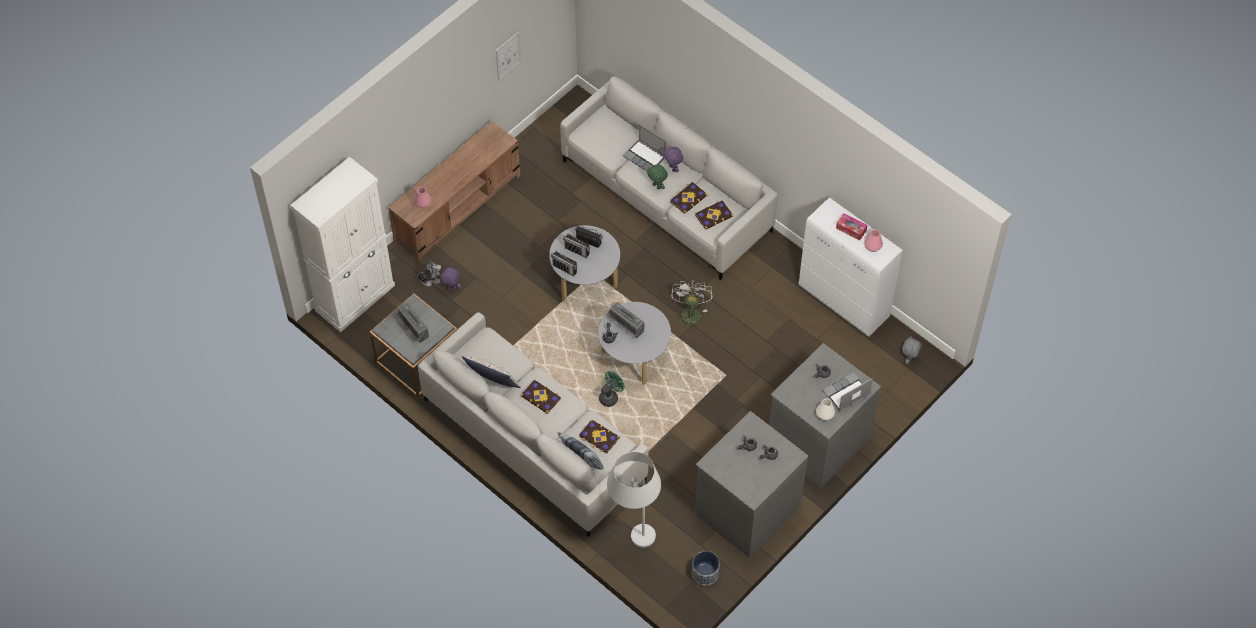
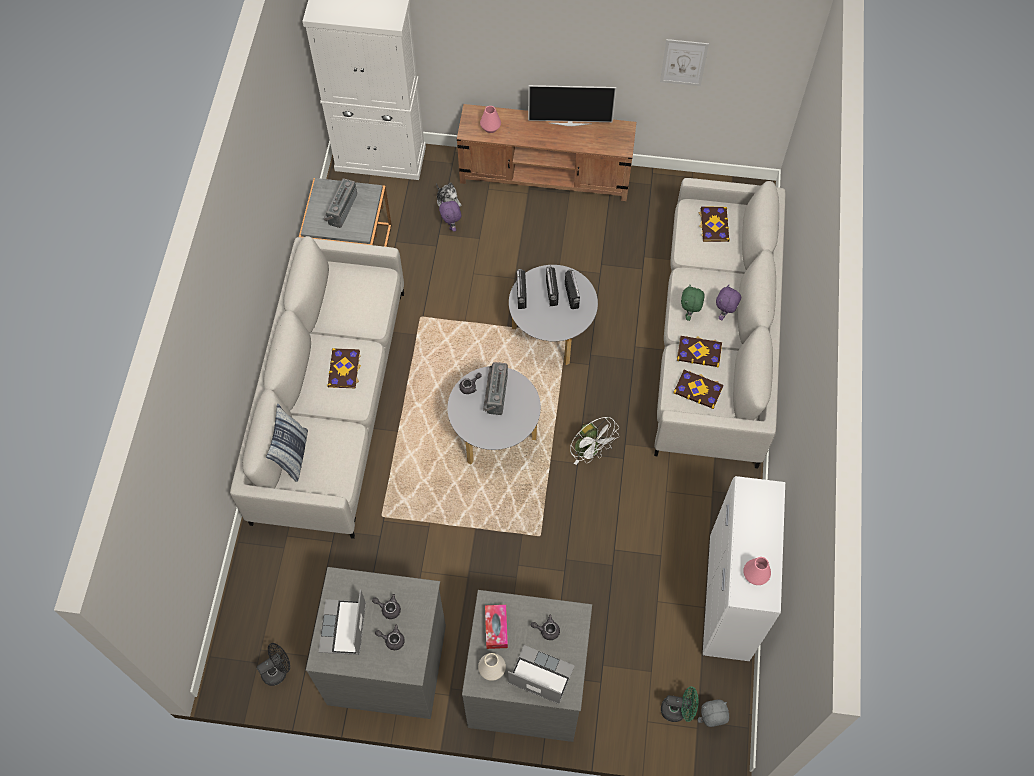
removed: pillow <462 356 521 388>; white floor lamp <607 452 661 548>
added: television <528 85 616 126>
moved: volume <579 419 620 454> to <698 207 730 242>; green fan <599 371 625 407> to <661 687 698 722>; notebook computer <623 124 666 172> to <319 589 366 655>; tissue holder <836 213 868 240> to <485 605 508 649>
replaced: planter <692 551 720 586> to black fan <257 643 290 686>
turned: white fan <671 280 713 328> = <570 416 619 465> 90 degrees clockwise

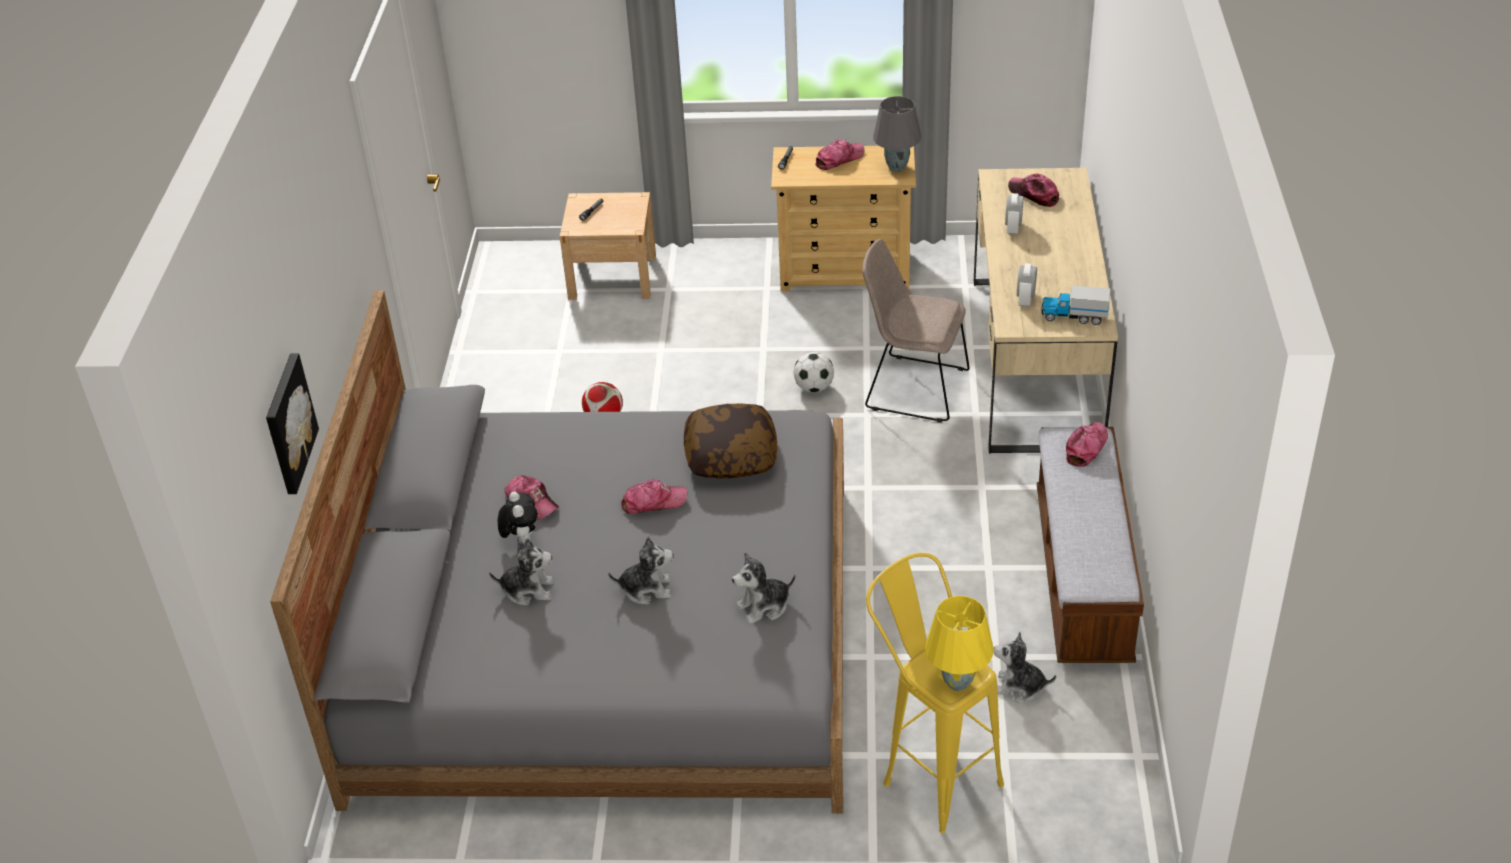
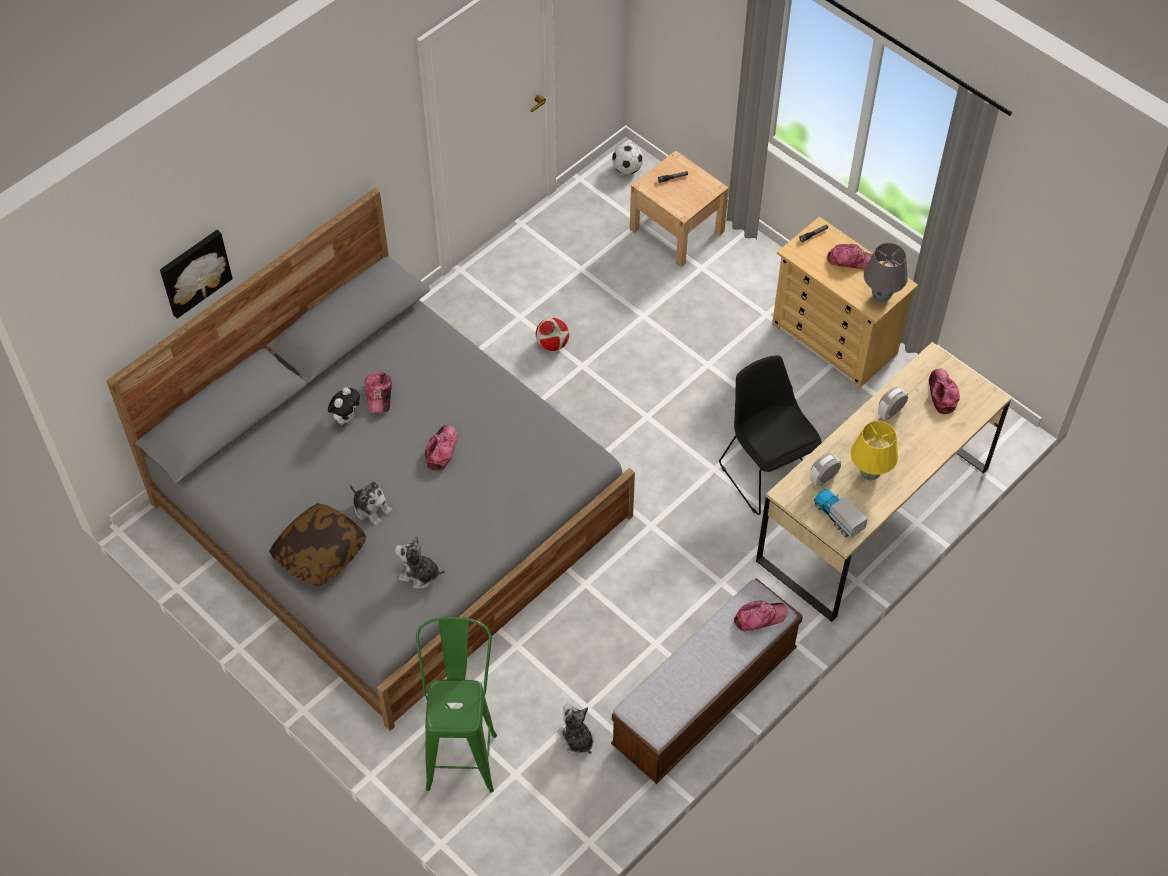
removed: plush toy <489 538 553 606>
moved: pillow <684 404 777 478> to <269 503 367 586>; football <793 352 834 392> to <612 143 643 175>; yellowish lamp for a table <925 596 994 691> to <851 421 898 481>
recoloured: beige chair <862 239 970 423> to black chair <719 355 822 515>; yellowish stool <866 553 1004 833> to green stool <416 617 497 793>
turned: baseball cap <621 479 688 514> = <425 425 457 470> 105 degrees counterclockwise

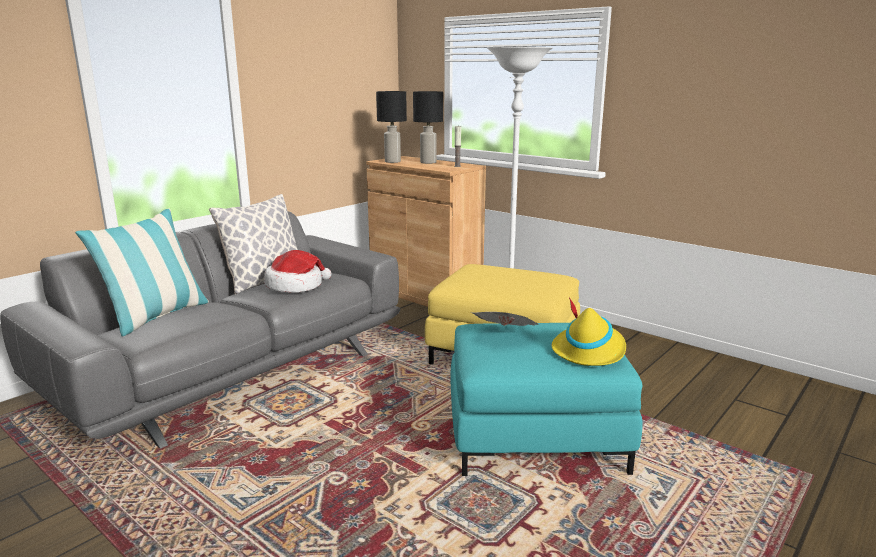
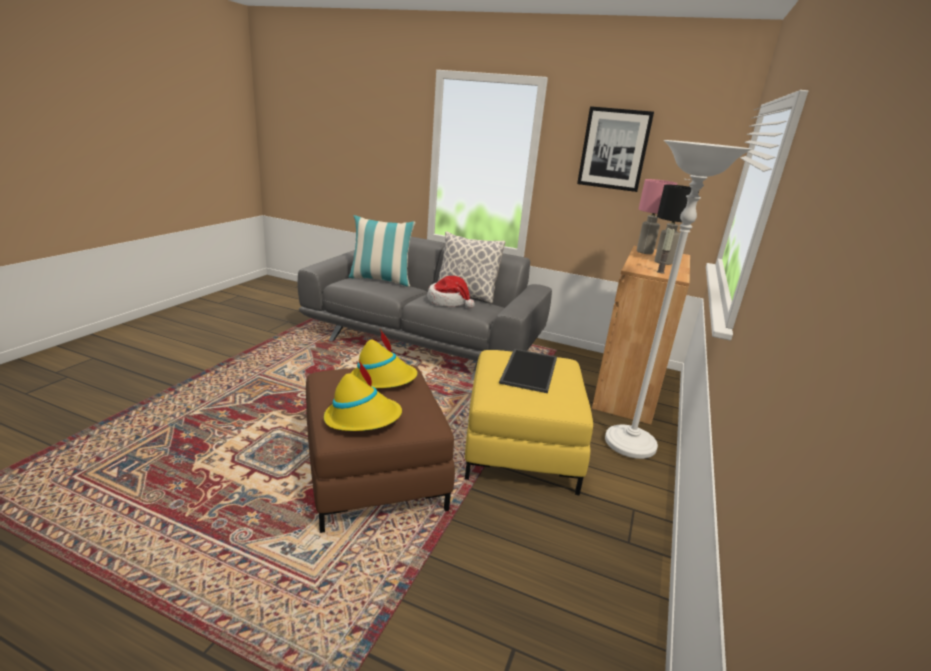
added: carrying tray <499 349 557 393>; wall picture <577 106 654 192>
replaced: daily paper <473 312 538 326> to yellowish wearable hat <351 329 418 388>
recoloured: black lamp for a table <376 91 407 163> to pink-coloured lamp for a table <637 179 677 254>; turquoise pouffe <451 323 643 476> to brownish pouffe <306 365 455 533>

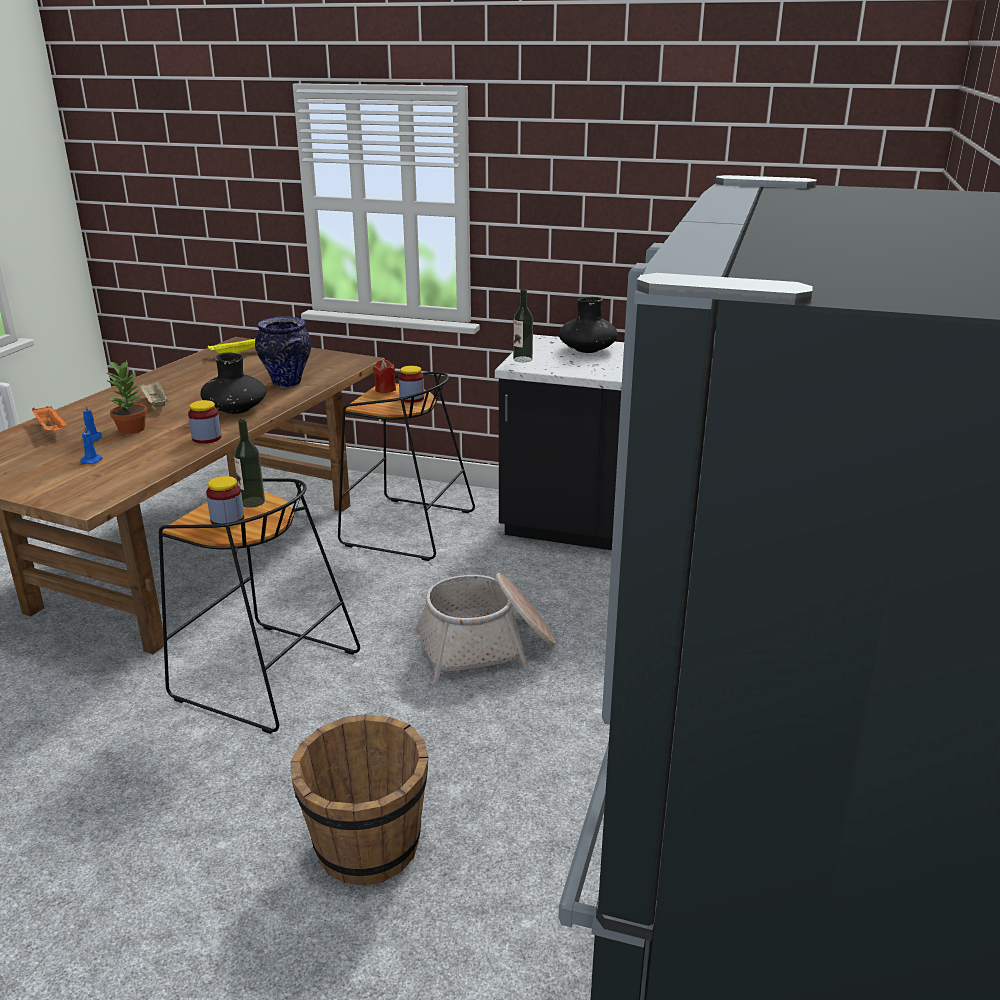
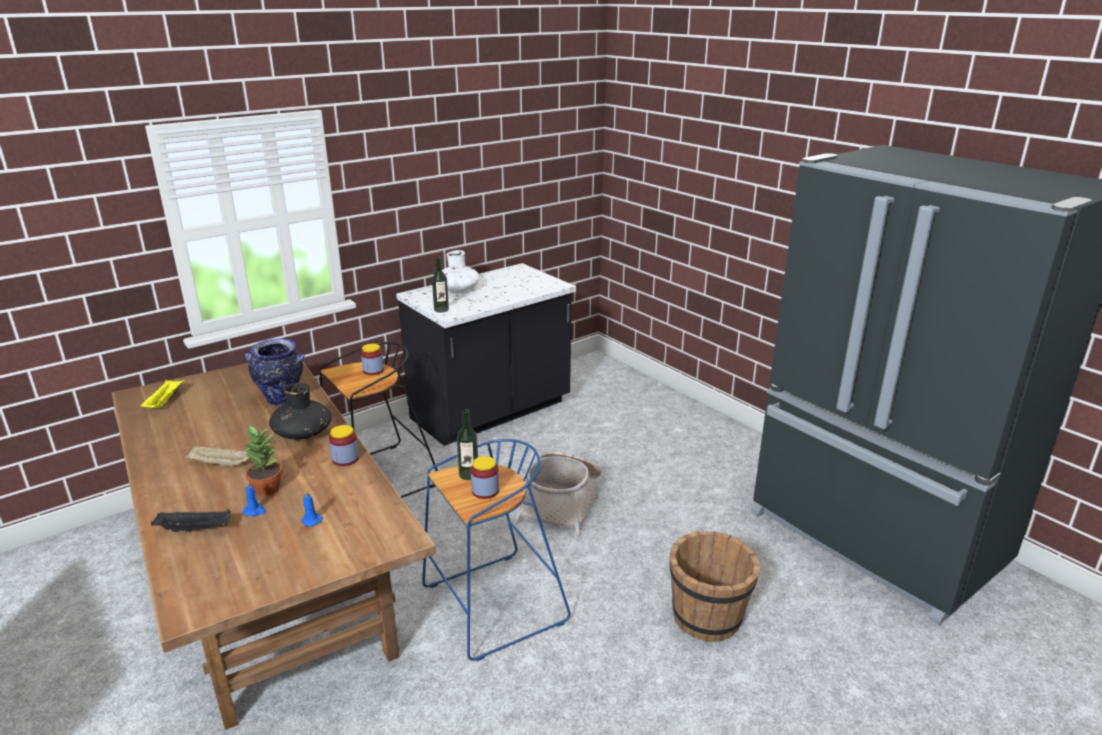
removed: reddish candle <373 360 396 393>
recoloured: orange carrying tray <32 406 68 431> to black carrying tray <151 509 231 534>; black stool <159 478 360 734> to blue stool <422 439 571 661>; black flower vase <559 297 618 353> to white flower vase <442 250 480 293>

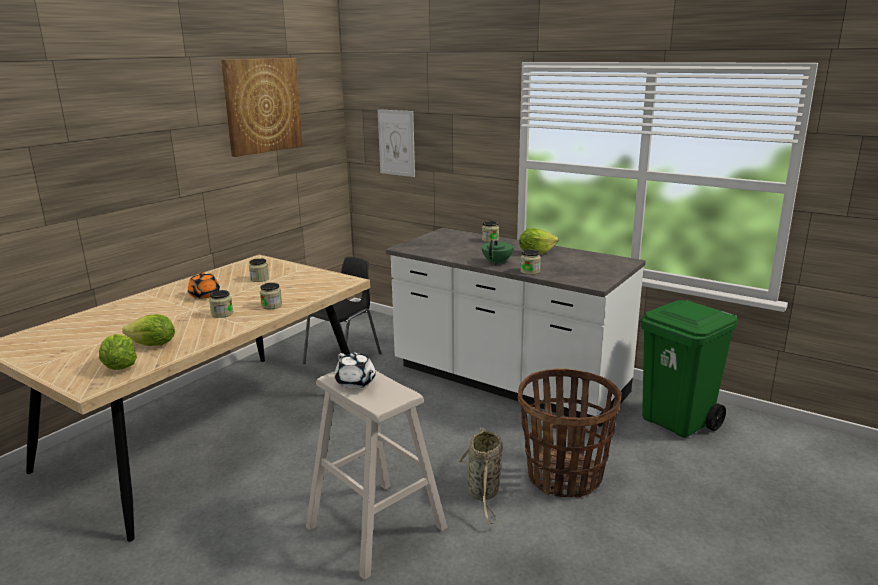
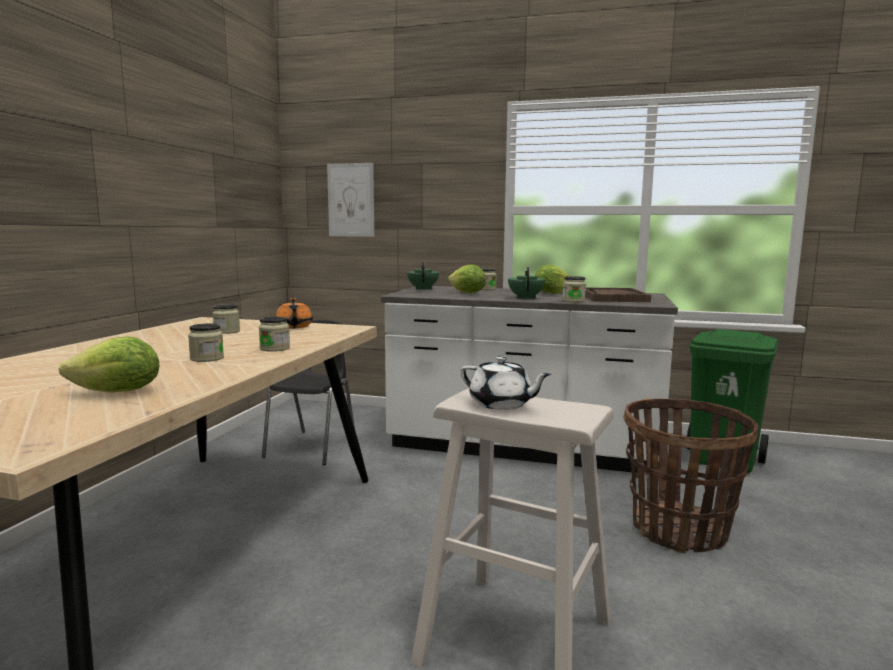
removed: wall picture <221 58 303 157>; household basket <457 427 503 524>
added: green tea pot <407 261 439 290>; brownish carrying tray <586 287 651 302>
moved: head of lettuce <99 334 137 370> to <448 265 486 293>; orange tea pot <188 272 220 299> to <275 298 313 328>

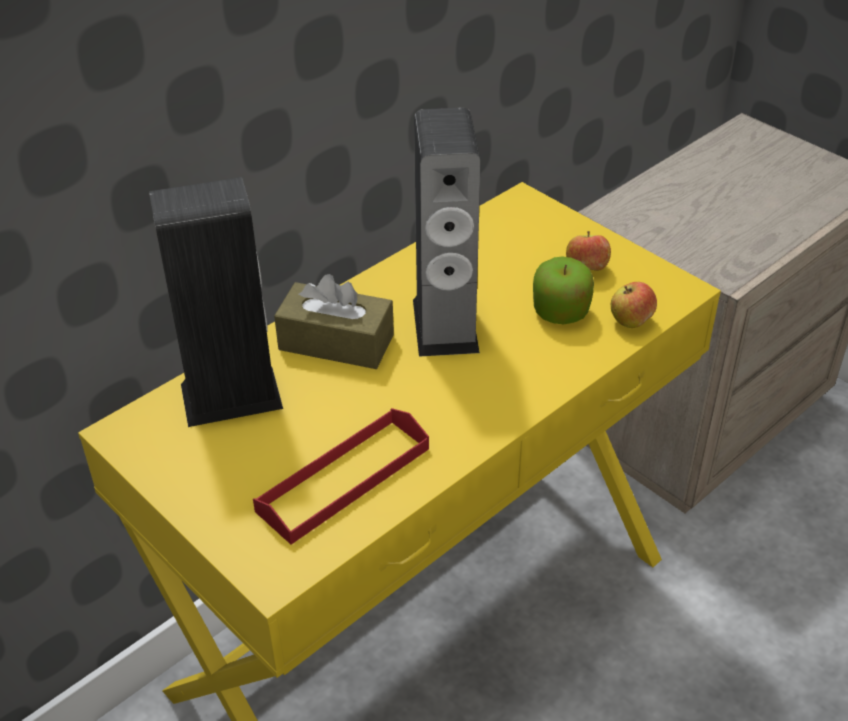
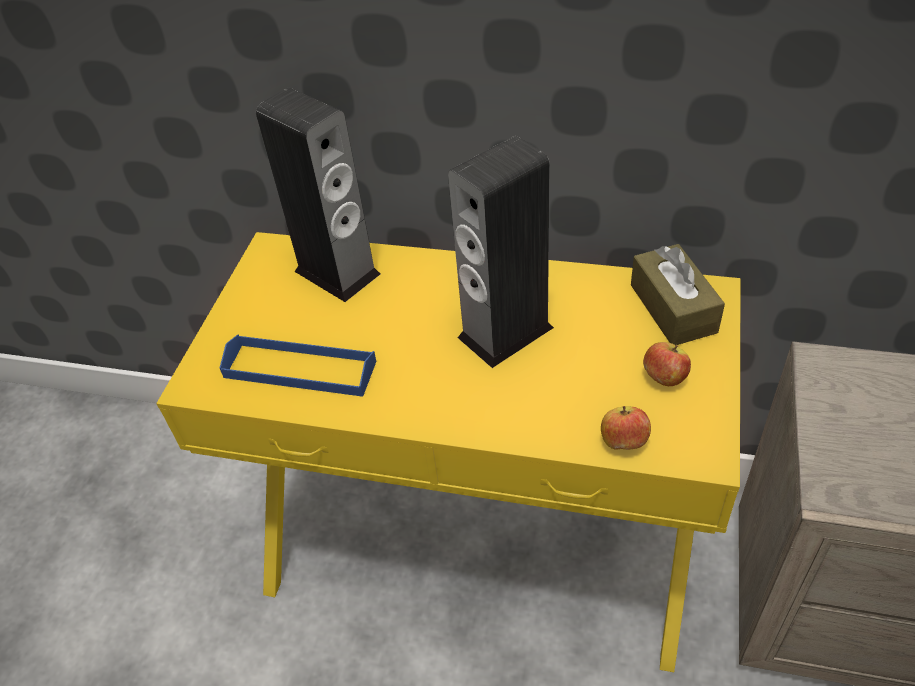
removed: whole apple <533 256 594 325>
moved: brownish tissue holder <274 274 394 369> to <631 244 725 345>
recoloured: reddish carrying tray <253 408 429 544> to blue carrying tray <219 334 376 397>

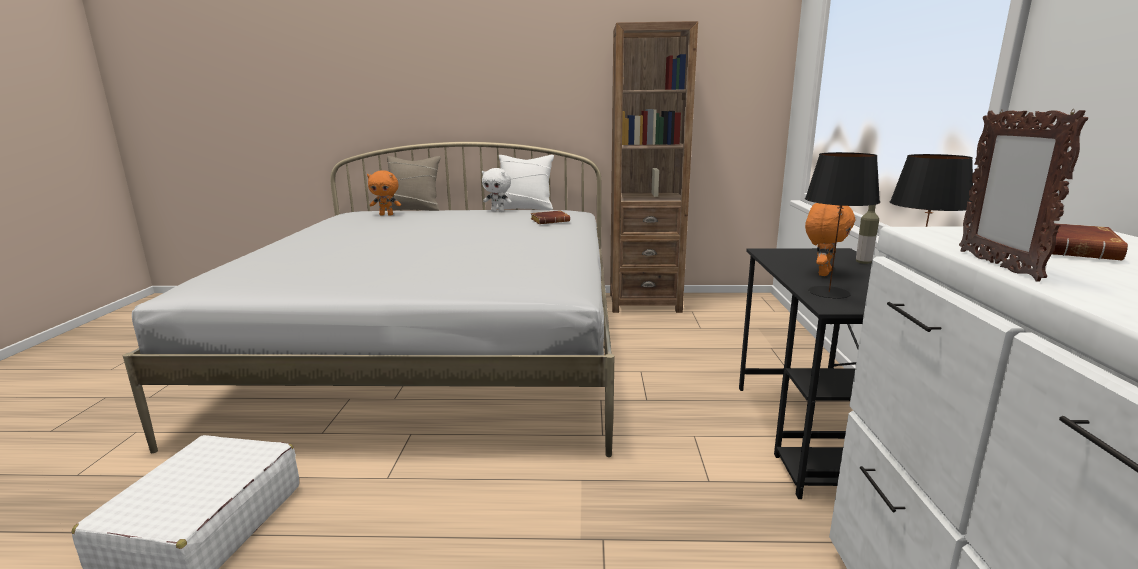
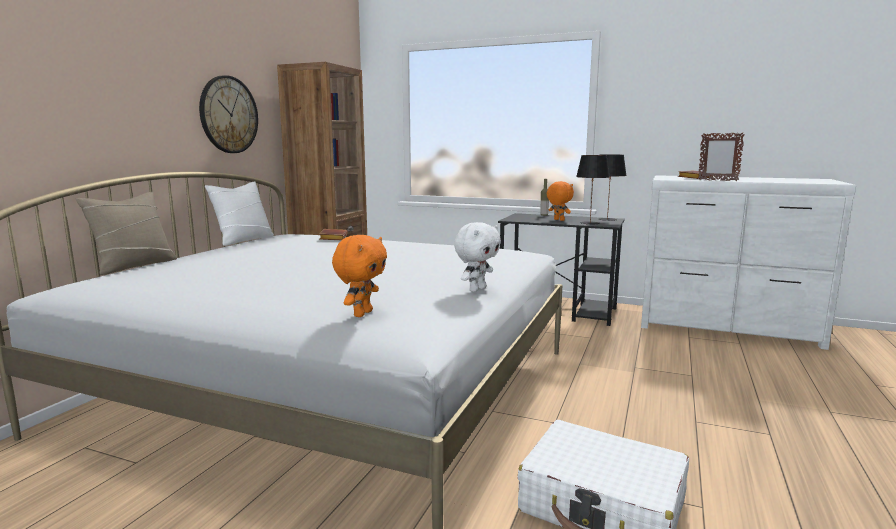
added: hanging clock <199 75 258 153>
moved: orange plush toy <367 170 401 216> to <332 235 387 317>; white plush toy <482 168 512 212> to <454 222 501 292>

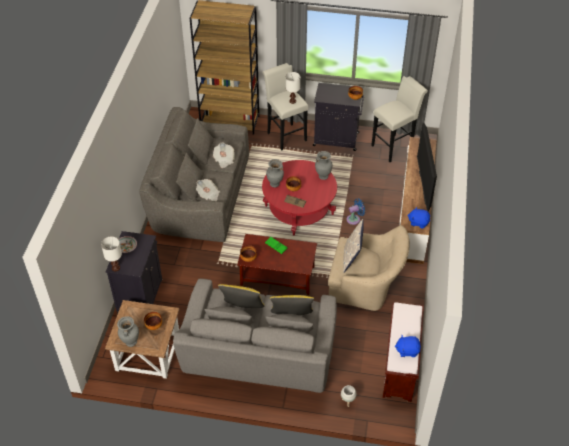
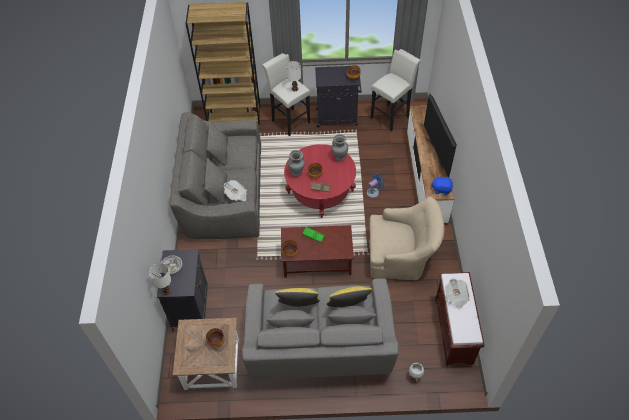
removed: greyish flower vase <117 316 139 347>; pillow <343 219 364 273>; blue plush toy <394 334 421 357>
moved: daily paper <213 142 234 168> to <445 278 470 309>

